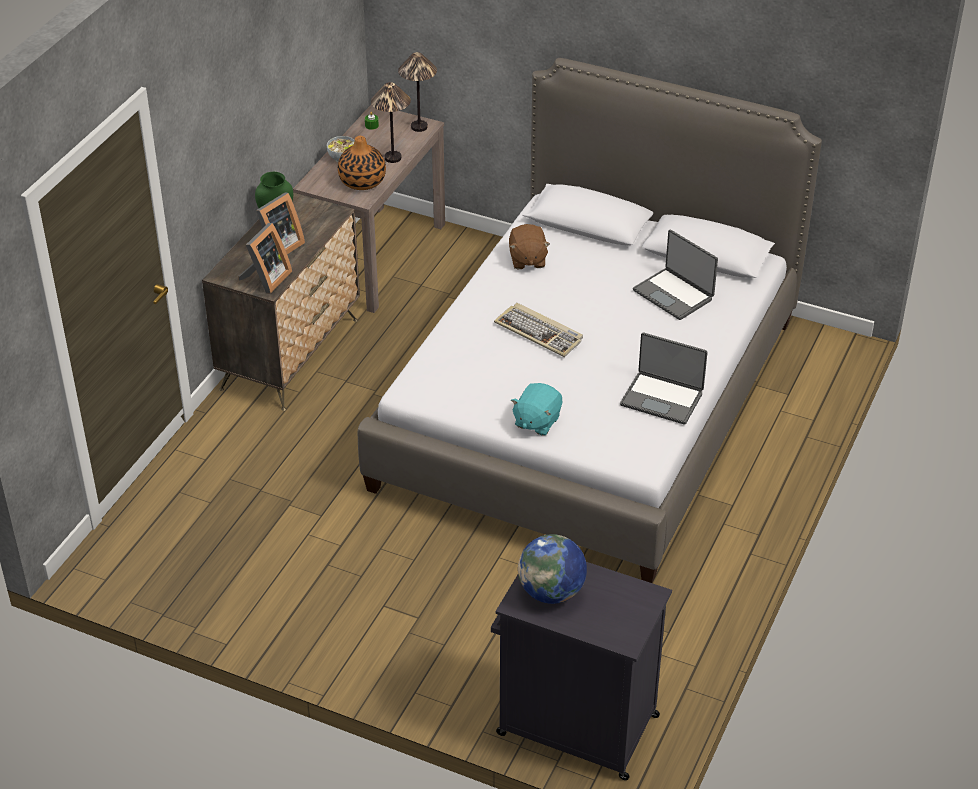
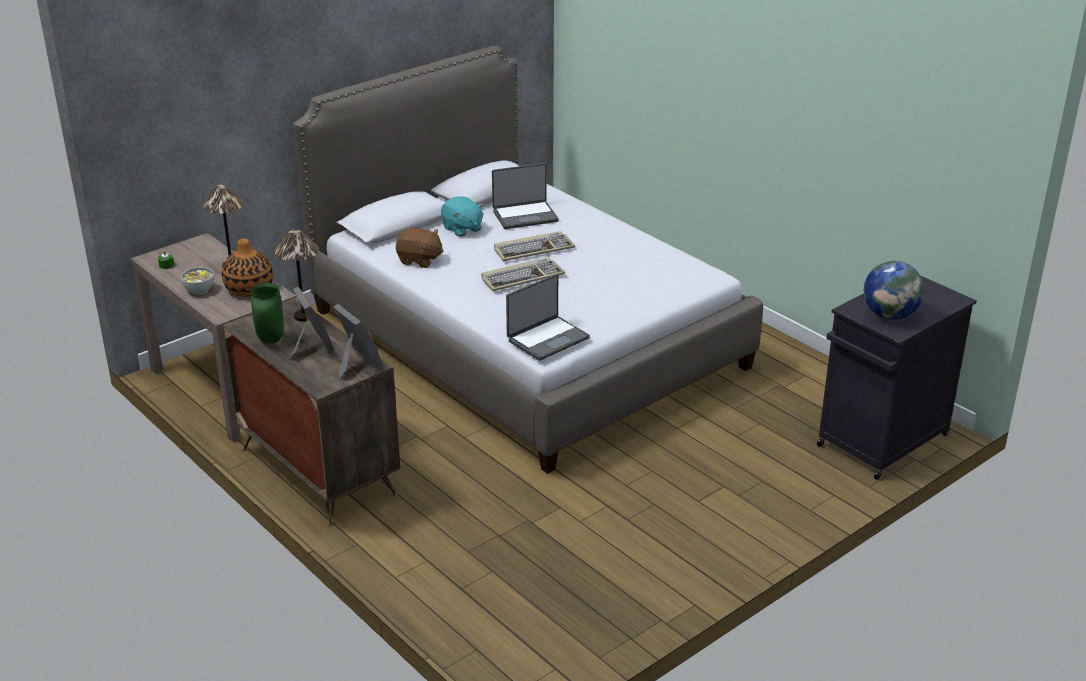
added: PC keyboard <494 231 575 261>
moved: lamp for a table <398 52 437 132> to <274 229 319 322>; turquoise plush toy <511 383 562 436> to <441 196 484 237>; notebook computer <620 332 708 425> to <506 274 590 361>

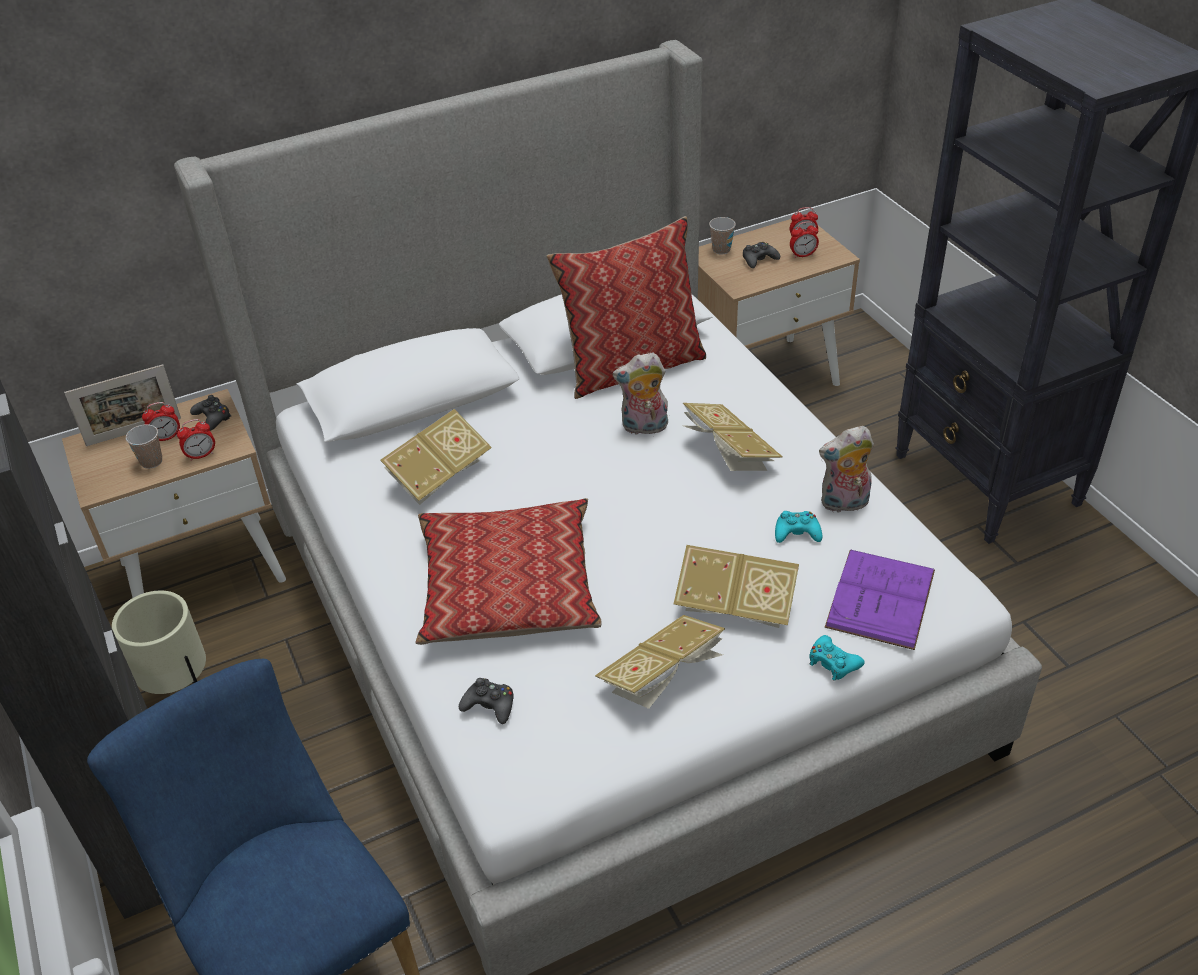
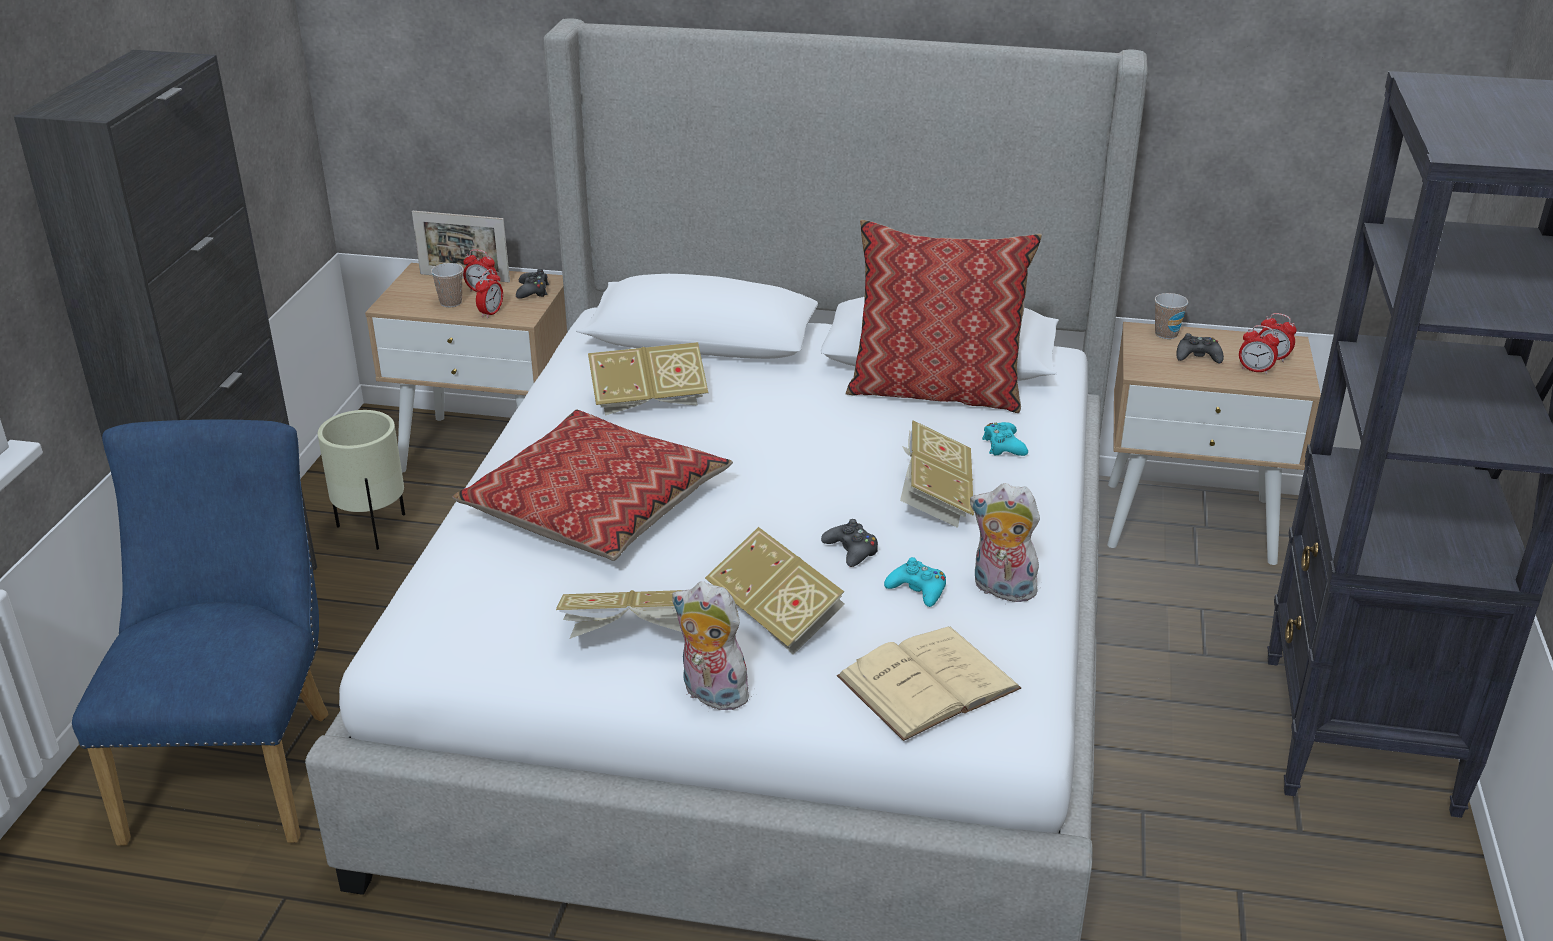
moved: black game controller <459 678 514 724> to <821 519 878 567>; plush toy <612 352 668 435> to <672 581 755 712>; turquoise game controller <809 635 865 681> to <982 422 1028 456>
recoloured: purplish volume <824 550 935 650> to beige volume <837 626 1021 741>
turned: alarm clock <177 419 215 461> = <475 269 503 319> 75 degrees counterclockwise

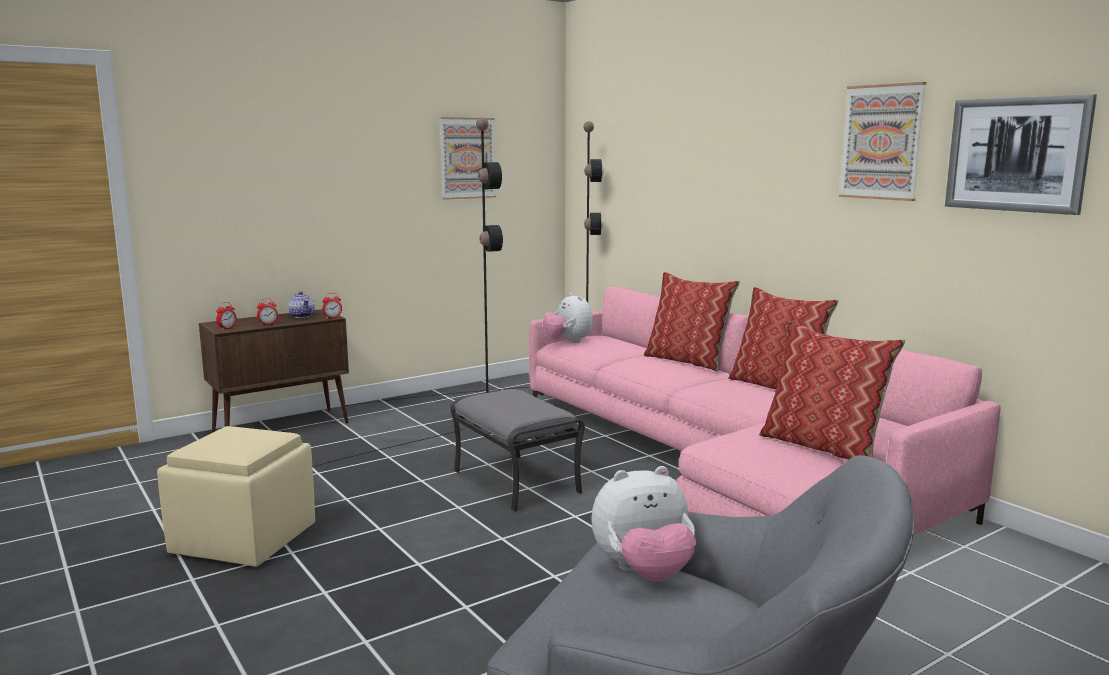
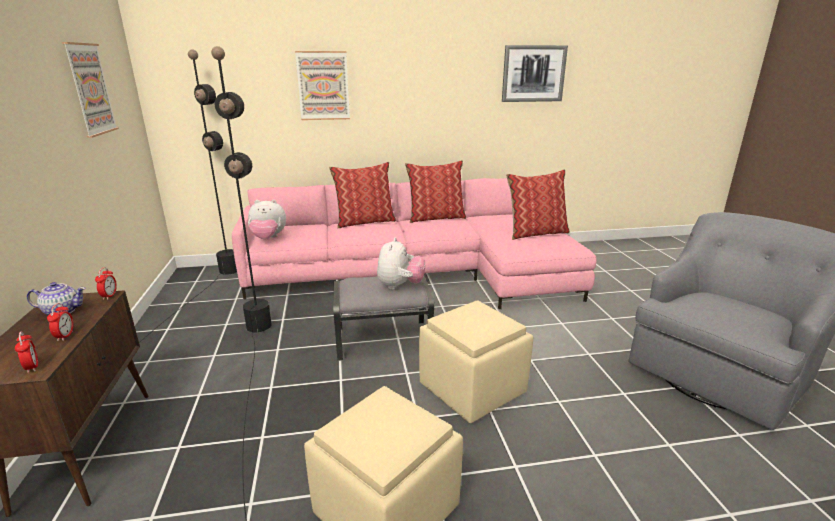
added: beige pouffe <419 300 533 423>
moved: plush toy <591 466 696 581> to <377 238 425 290>; wall picture <839 82 926 201> to <295 51 350 120>

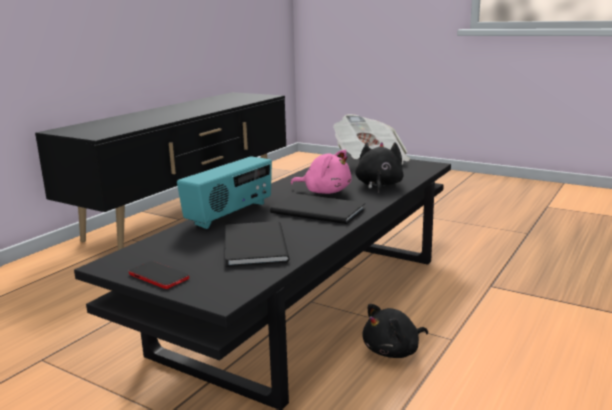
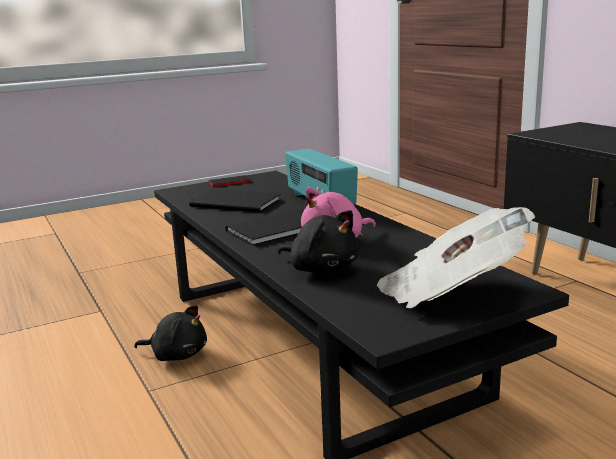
turned: black plush toy <362 304 428 358> = <134 305 207 361> 105 degrees clockwise

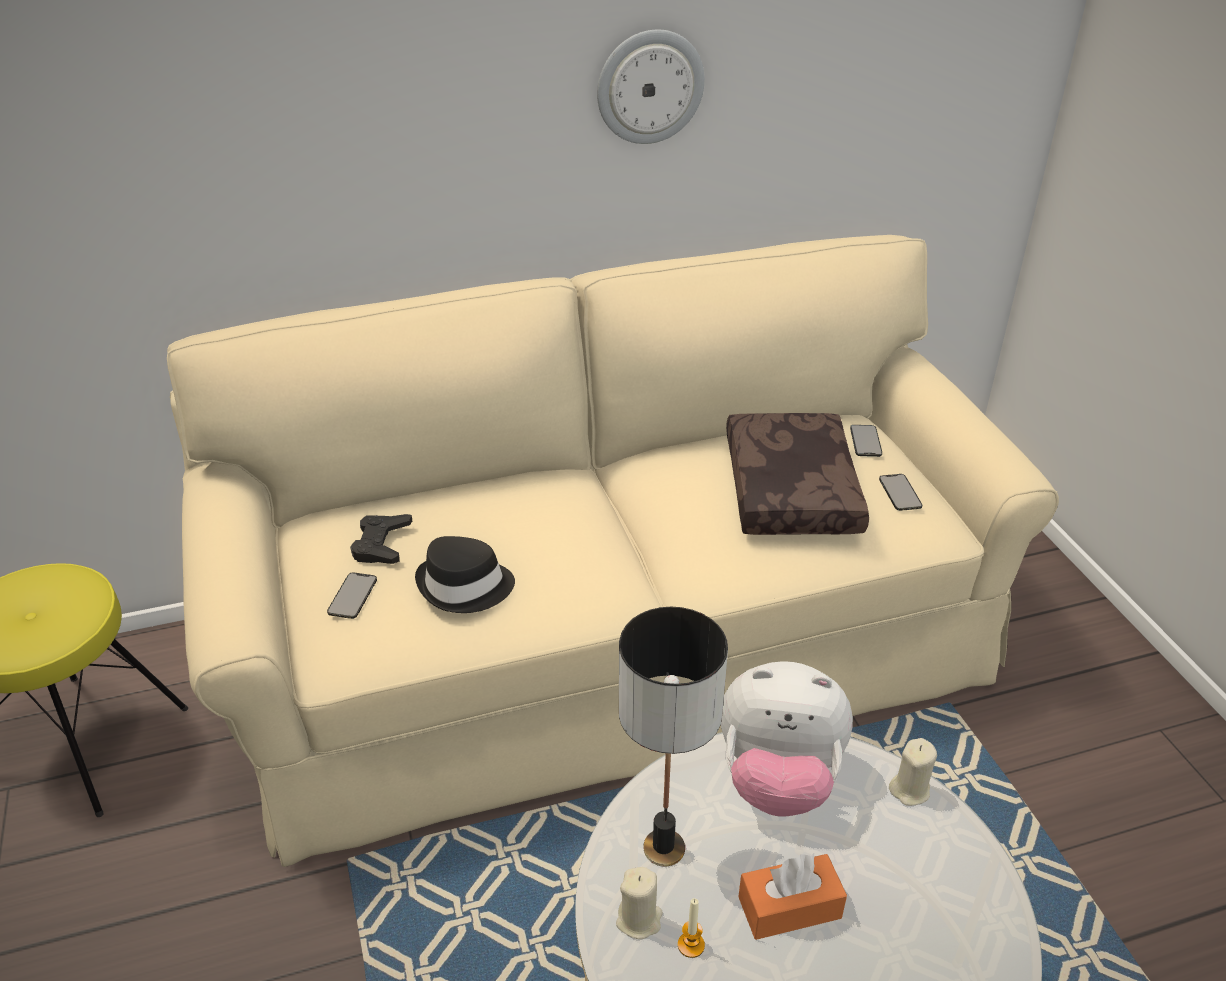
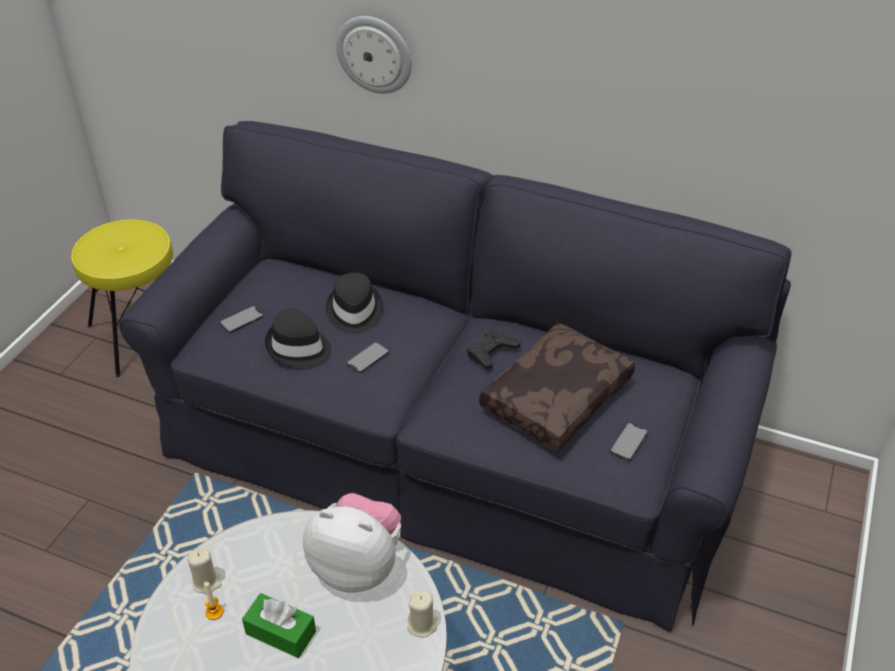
removed: lamp for a table <619 607 728 867>
added: black wearable hat <326 273 383 334>
moved: black game controller <350 514 412 564> to <467 329 520 370>; hanging clock <597 30 705 144> to <336 16 412 94>; phone <850 425 882 457> to <347 342 389 373>
recoloured: beige couch <167 235 1059 867> to black couch <119 121 792 632>; orange tissue holder <738 854 847 940> to green tissue holder <242 593 316 658>
turned: plush toy <721 661 853 817> = <303 493 401 593> 150 degrees clockwise

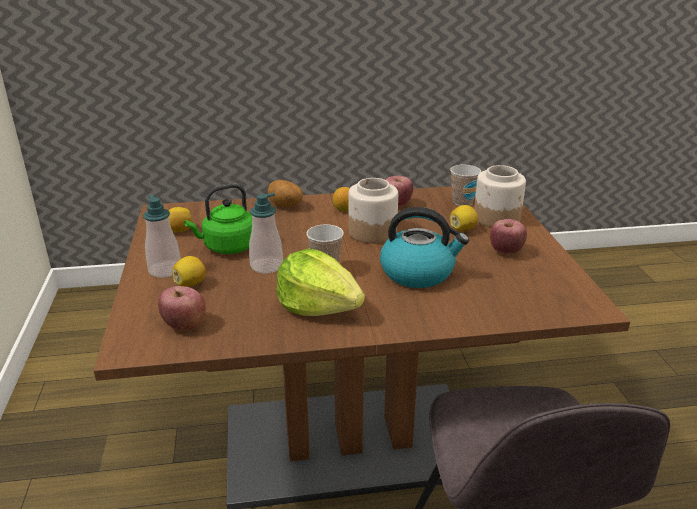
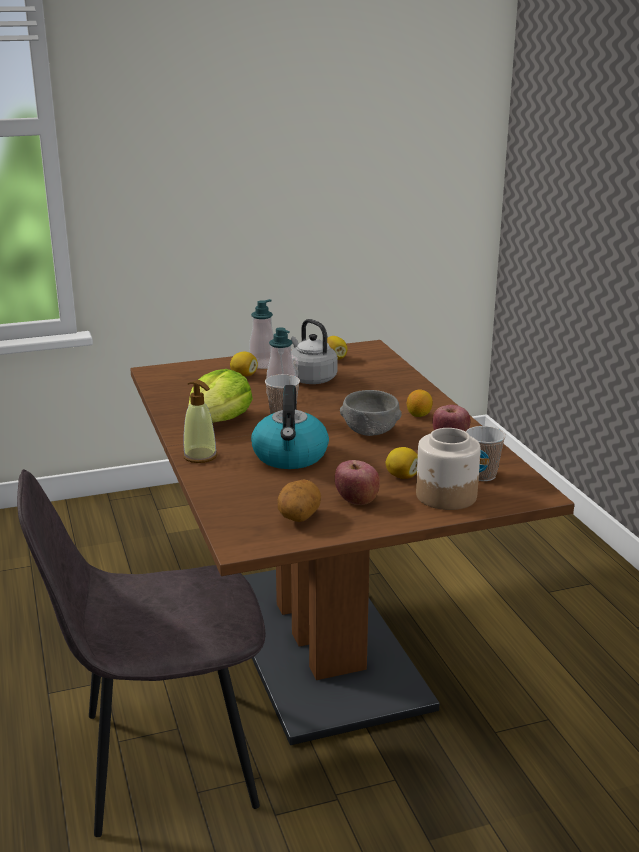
removed: whole apple <158 286 206 331>
added: soap bottle <183 380 218 463>
moved: whole potato <268 180 303 207> to <278 480 321 522>
replaced: preserve jar <348 178 398 244> to greyish deep dish <340 390 402 436>
recoloured: green water kettle <184 184 252 254> to greyish water kettle <291 319 338 384>

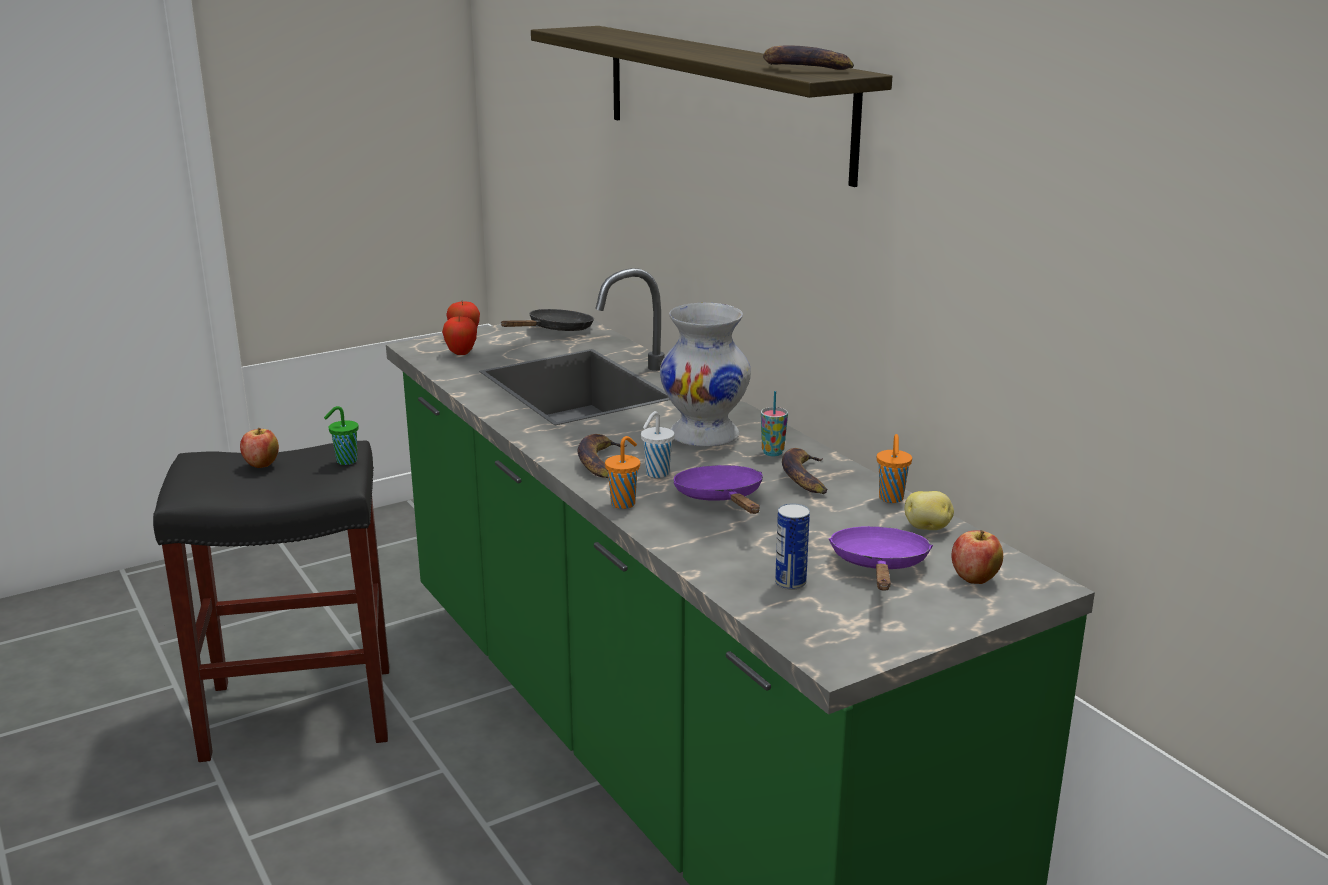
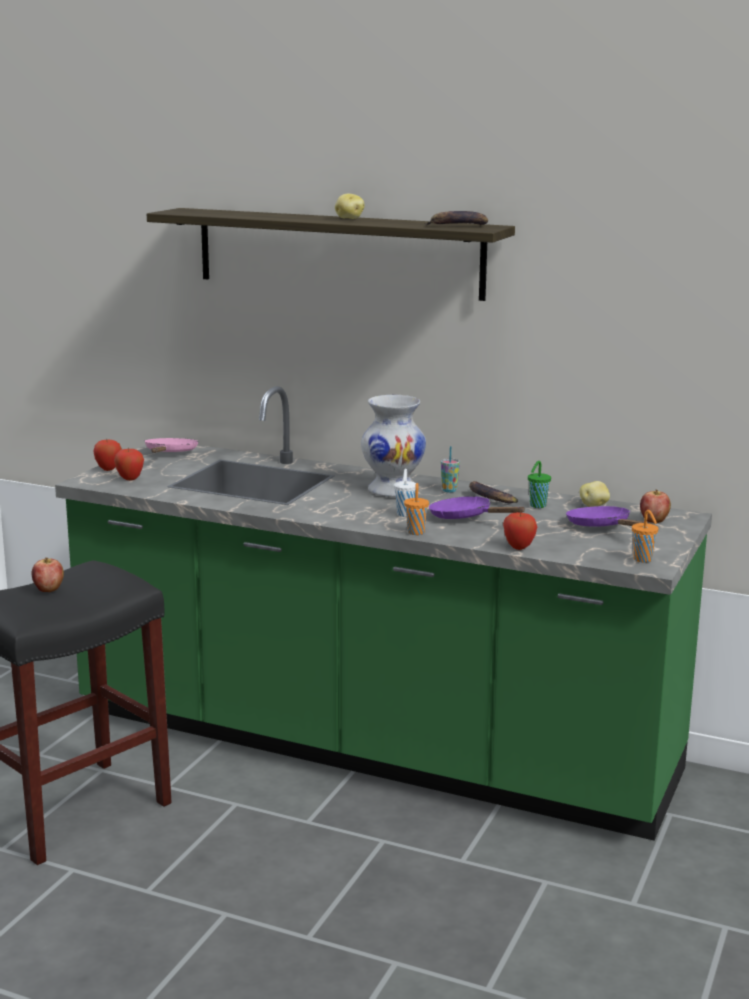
removed: banana <578 434 628 479>; can <775 503 810 590>
added: whole potato <335 194 364 219>; whole apple <503 512 537 550>
moved: green cup <324 406 359 465> to <528 461 551 508>; orange cup <877 434 912 503> to <632 510 658 563>
recoloured: black pan <501 309 594 331> to pink-coloured pan <145 438 198 453>

